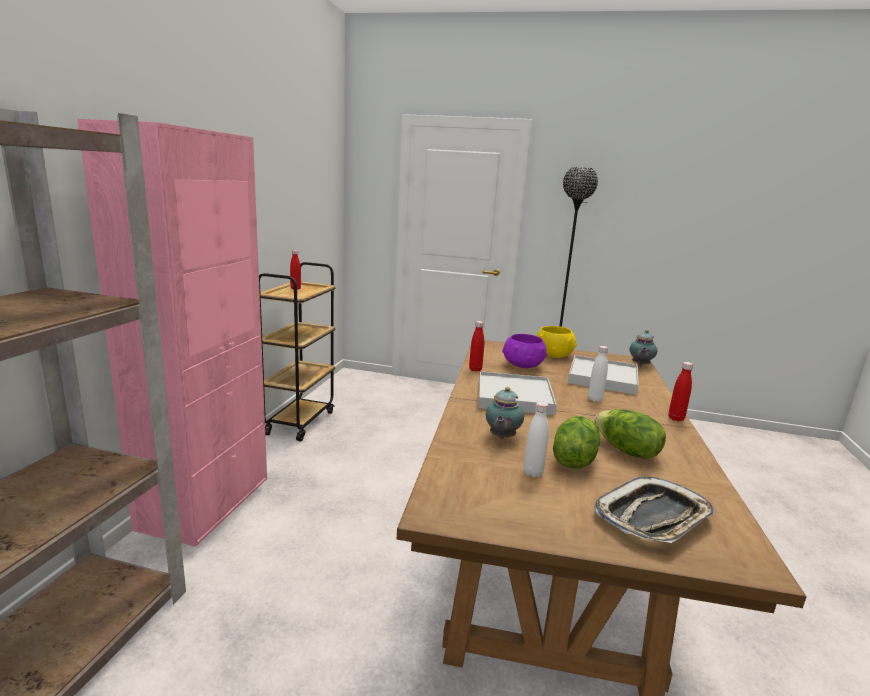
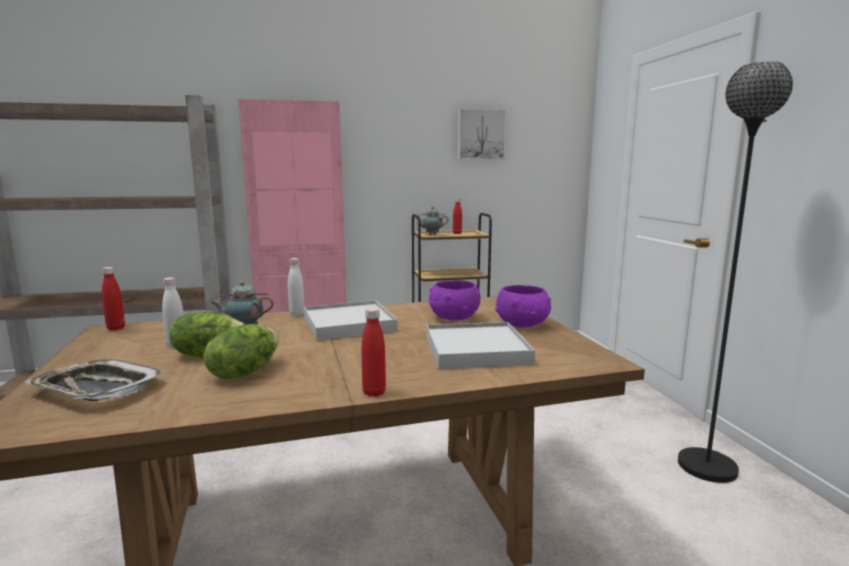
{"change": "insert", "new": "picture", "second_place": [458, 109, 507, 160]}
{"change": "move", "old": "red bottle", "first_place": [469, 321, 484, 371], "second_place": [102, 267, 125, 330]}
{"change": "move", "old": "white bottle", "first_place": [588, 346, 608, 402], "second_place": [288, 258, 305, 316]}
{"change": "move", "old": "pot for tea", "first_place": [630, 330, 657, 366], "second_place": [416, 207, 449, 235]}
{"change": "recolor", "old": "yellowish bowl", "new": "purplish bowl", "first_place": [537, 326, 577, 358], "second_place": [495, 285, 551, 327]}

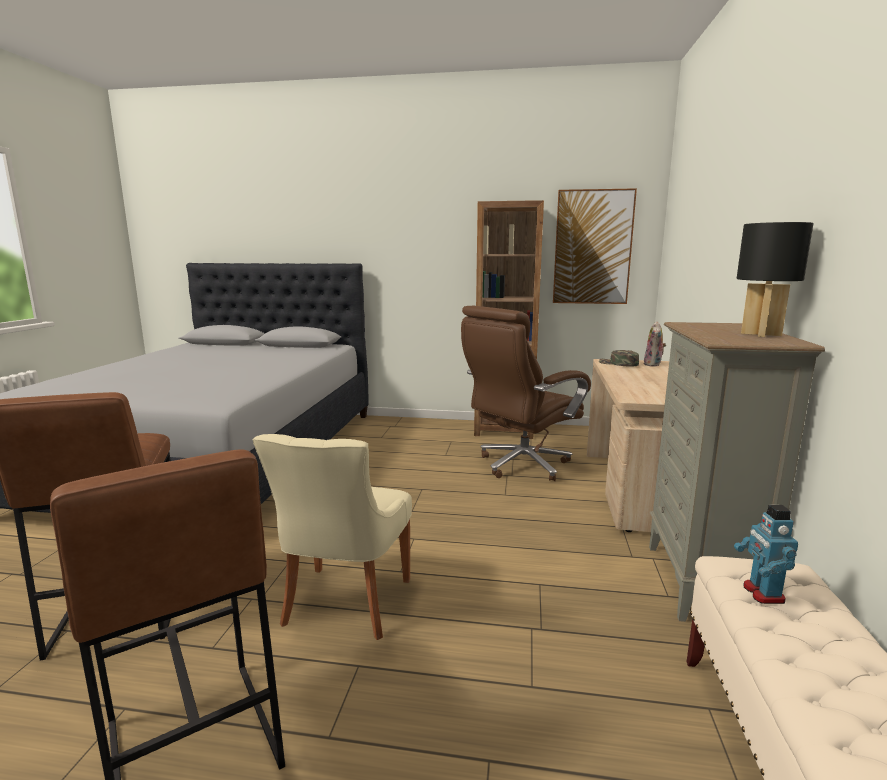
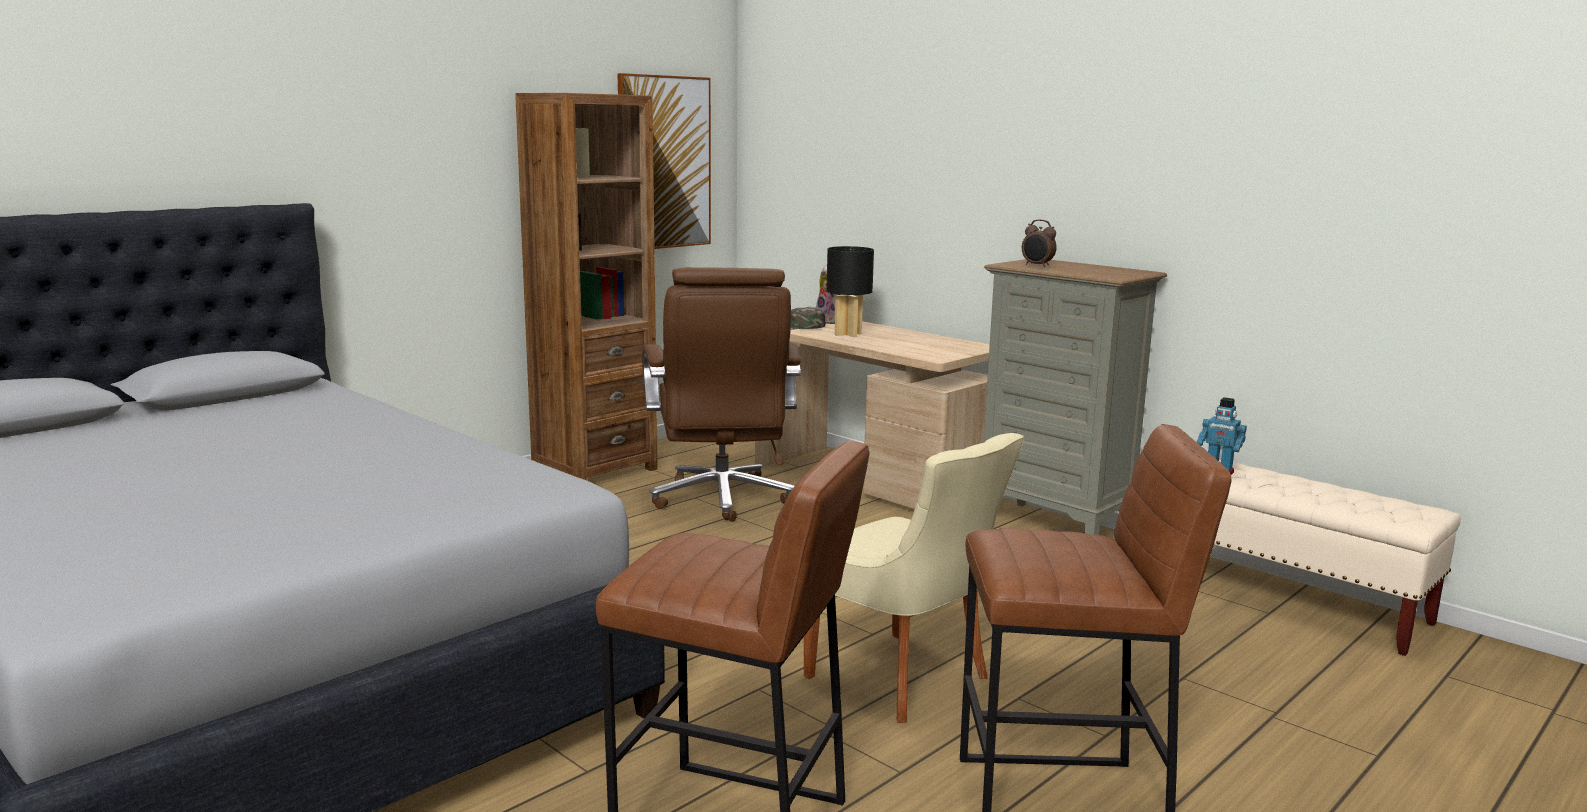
{"change": "insert", "new": "alarm clock", "second_place": [1022, 220, 1057, 267]}
{"change": "move", "old": "black-coloured tabletop lamp", "first_place": [737, 222, 814, 337], "second_place": [826, 246, 874, 337]}

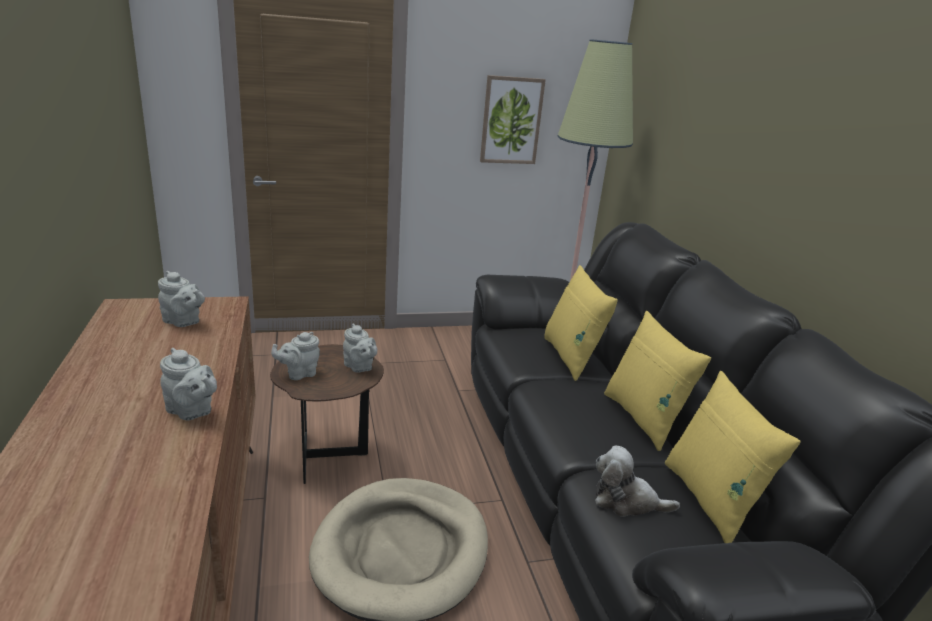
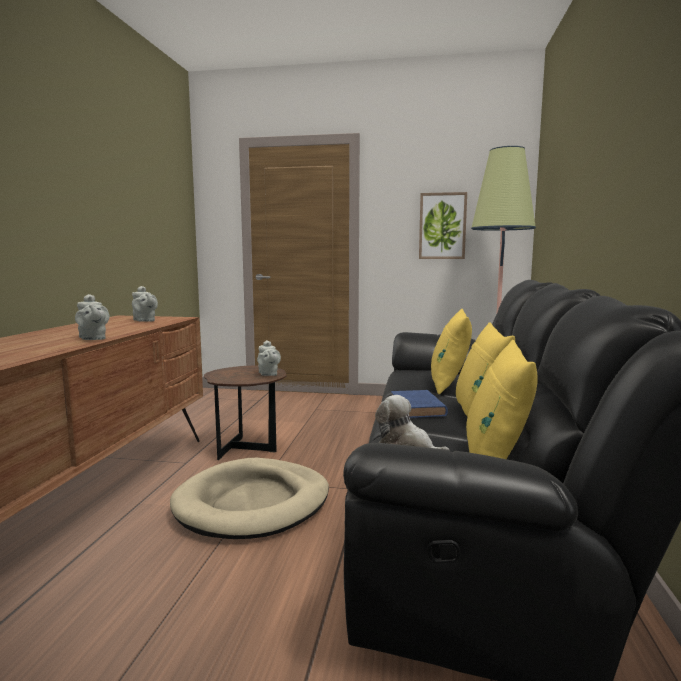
{"change": "delete", "old": "greyish pot for tea", "first_place": [271, 332, 320, 380]}
{"change": "insert", "new": "bluish book", "second_place": [391, 390, 448, 418]}

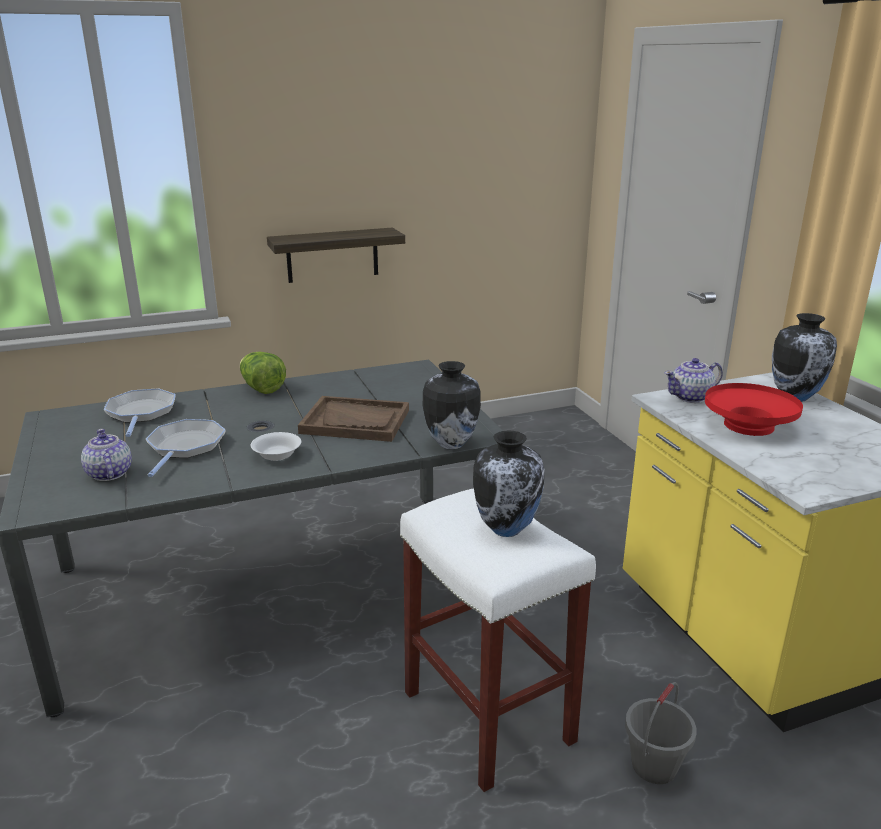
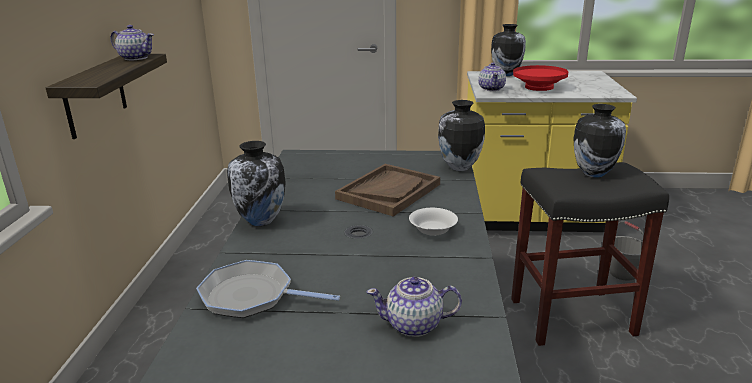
{"change": "delete", "old": "frying pan", "first_place": [146, 419, 225, 477]}
{"change": "insert", "new": "pot for tea", "second_place": [110, 25, 154, 60]}
{"change": "replace", "old": "lettuce", "new": "flower vase", "first_place": [240, 352, 286, 394], "second_place": [227, 141, 286, 226]}
{"change": "recolor", "old": "white sitting stool", "new": "black-coloured sitting stool", "first_place": [400, 488, 596, 792], "second_place": [511, 162, 669, 346]}

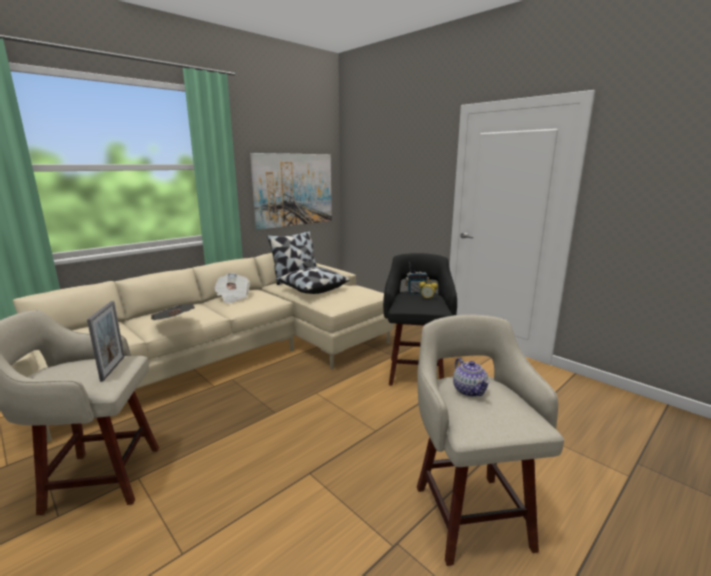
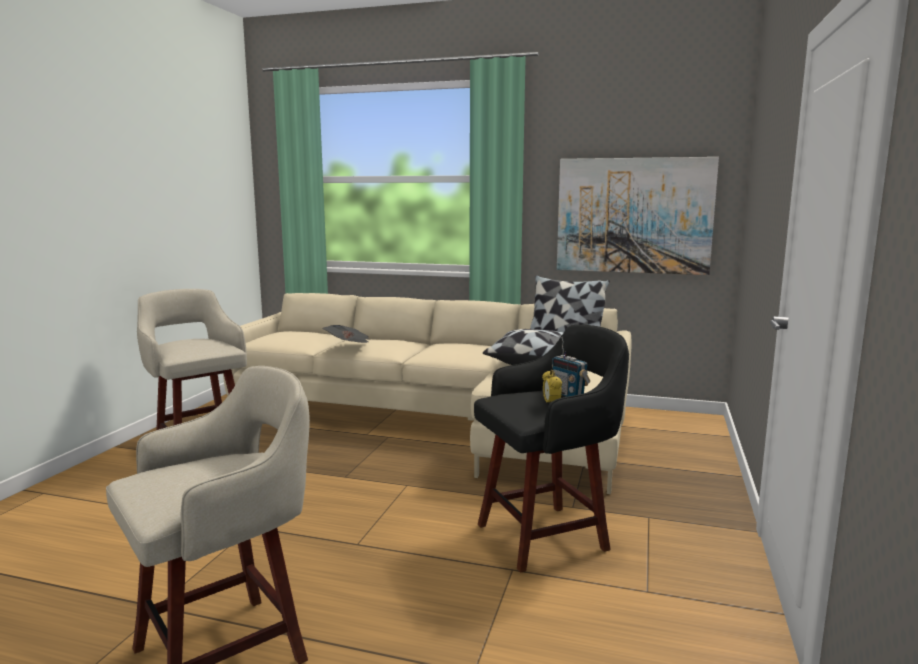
{"change": "delete", "old": "standing frame", "first_place": [87, 301, 125, 382]}
{"change": "delete", "old": "daily paper", "first_place": [214, 273, 250, 304]}
{"change": "delete", "old": "pot for tea", "first_place": [453, 358, 489, 397]}

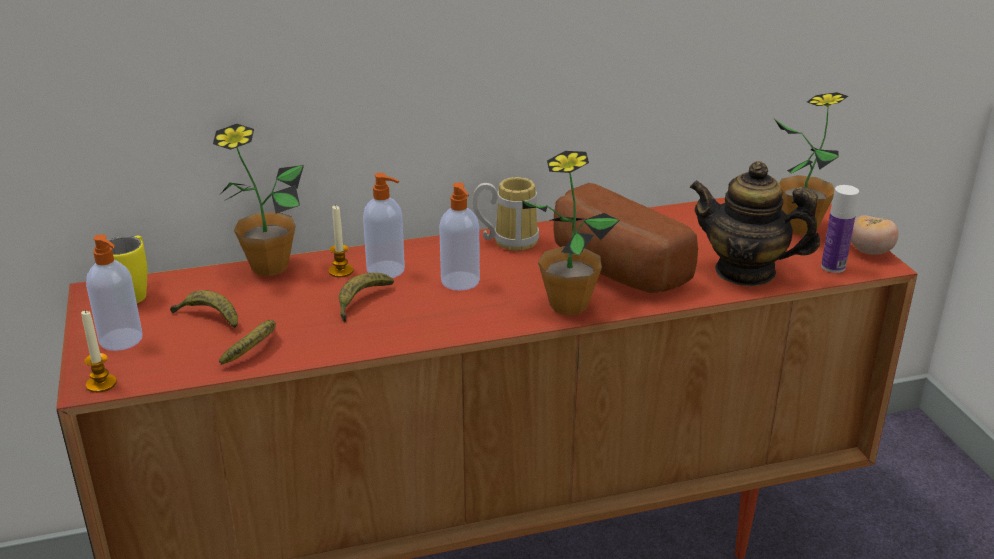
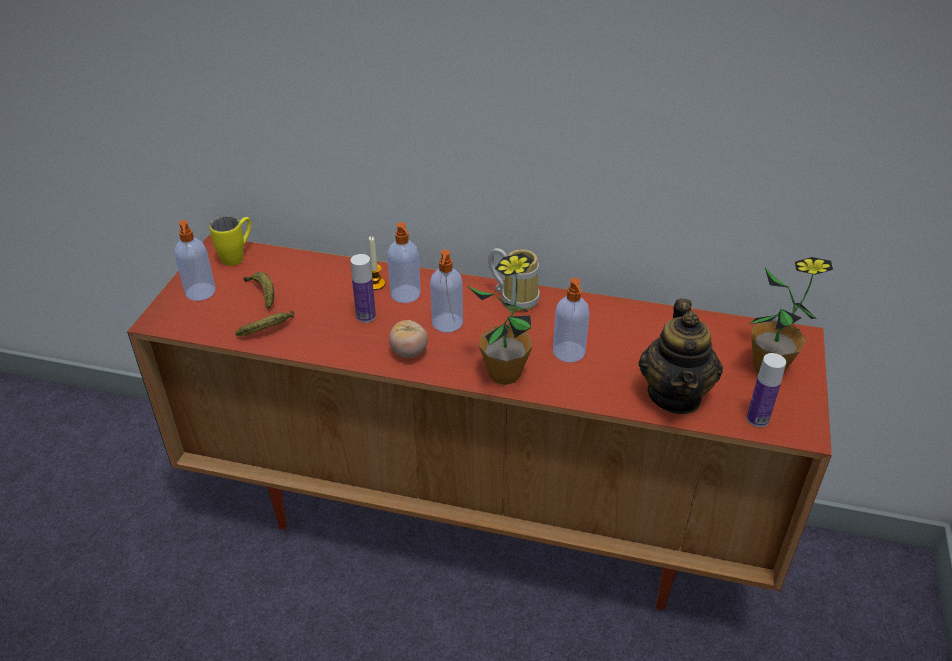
{"change": "delete", "old": "candle", "first_place": [81, 310, 117, 393]}
{"change": "delete", "old": "plant in a pot", "first_place": [213, 124, 304, 276]}
{"change": "move", "old": "fresh tomato", "first_place": [851, 215, 899, 255], "second_place": [389, 320, 428, 358]}
{"change": "replace", "old": "whole banana", "new": "bottle", "first_place": [339, 273, 394, 322], "second_place": [351, 254, 376, 323]}
{"change": "replace", "old": "bread", "new": "soap bottle", "first_place": [553, 183, 698, 293], "second_place": [553, 278, 589, 362]}
{"change": "rotate", "old": "pot for tea", "first_place": [690, 161, 820, 286], "second_place": [638, 299, 723, 414], "degrees": -135}

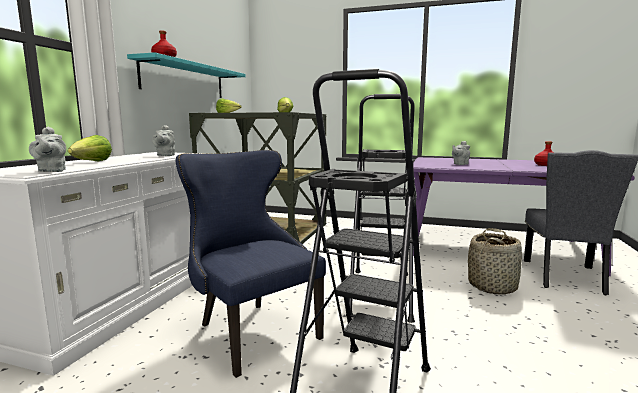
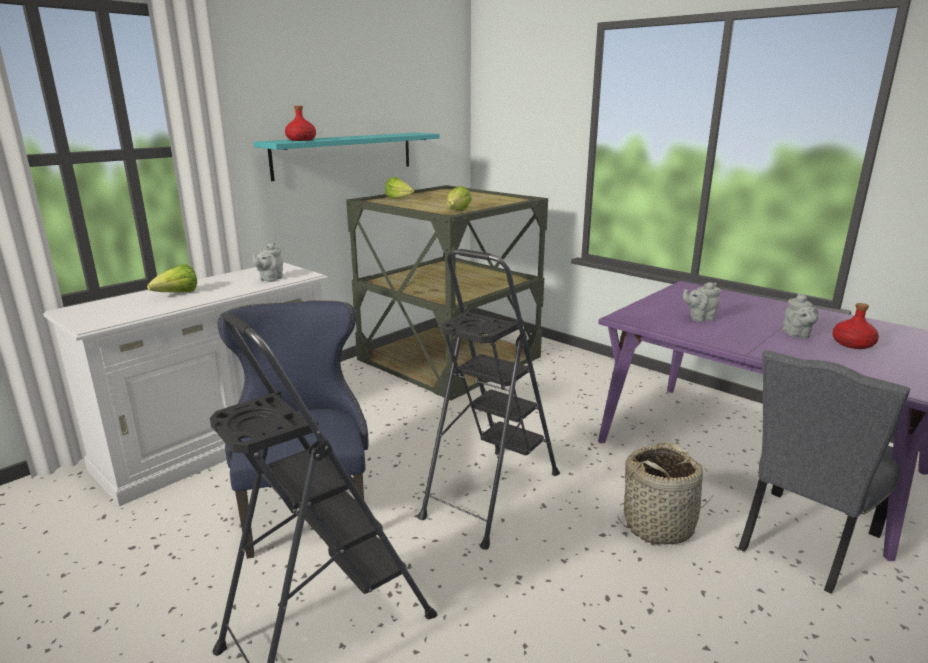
{"change": "move", "old": "greyish pot for tea", "first_place": [29, 127, 66, 172], "second_place": [782, 293, 819, 338]}

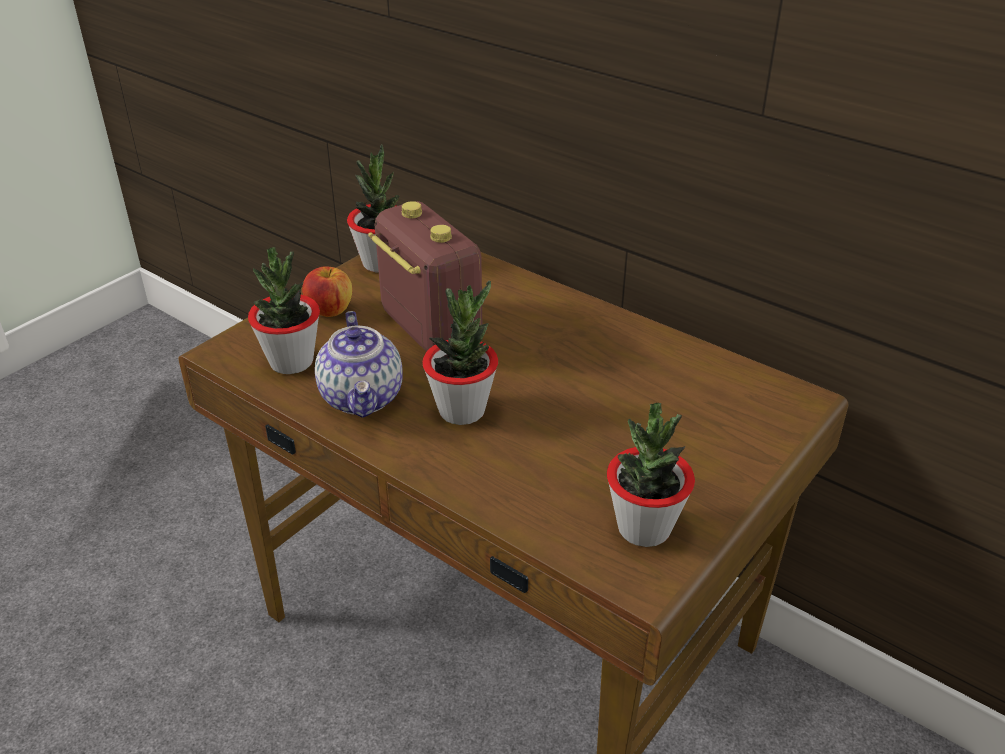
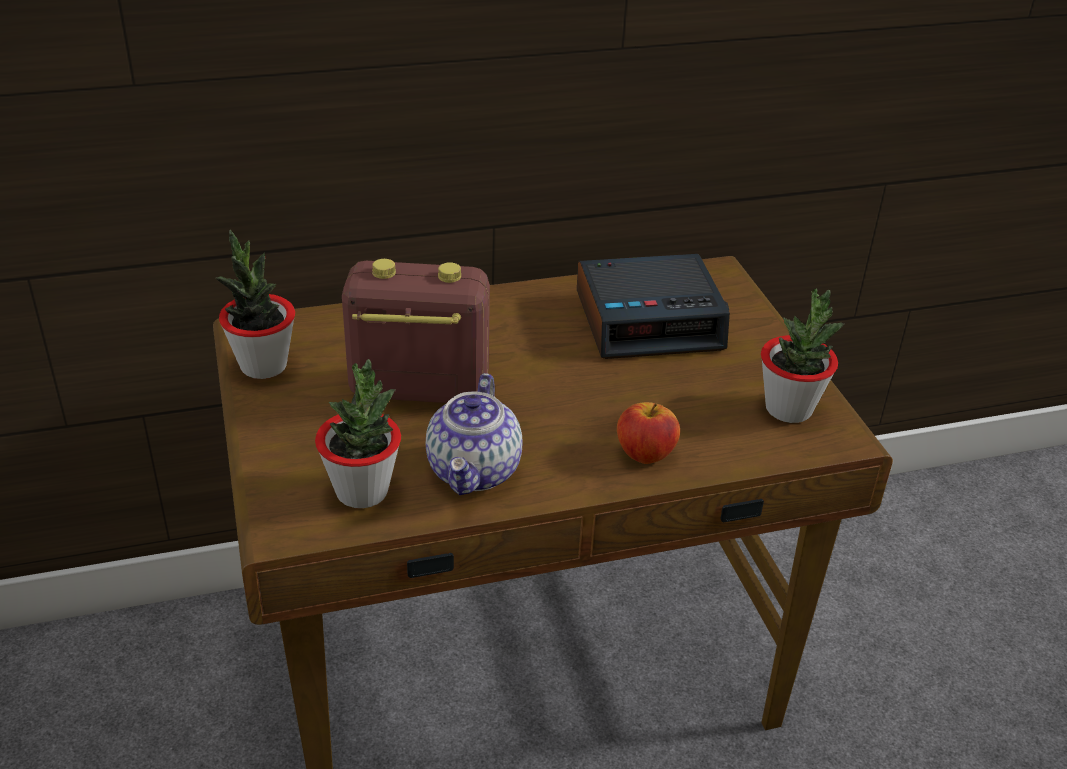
{"change": "delete", "old": "plant in a pot", "first_place": [422, 280, 498, 425]}
{"change": "insert", "new": "alarm clock", "second_place": [577, 254, 730, 359]}
{"change": "move", "old": "whole apple", "first_place": [302, 266, 352, 317], "second_place": [617, 402, 680, 464]}
{"change": "rotate", "old": "pot for tea", "first_place": [315, 311, 403, 418], "second_place": [426, 373, 522, 495], "degrees": 75}

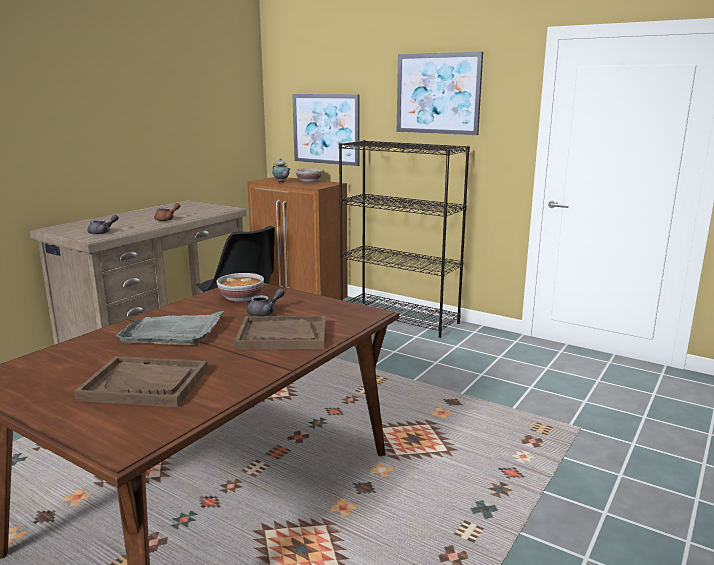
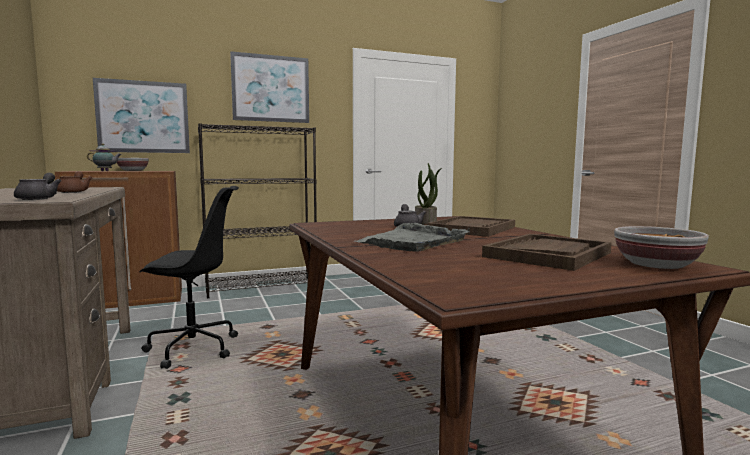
{"change": "insert", "new": "plant in a pot", "second_place": [415, 163, 442, 225]}
{"change": "move", "old": "bowl", "first_place": [217, 273, 264, 302], "second_place": [614, 226, 709, 269]}

